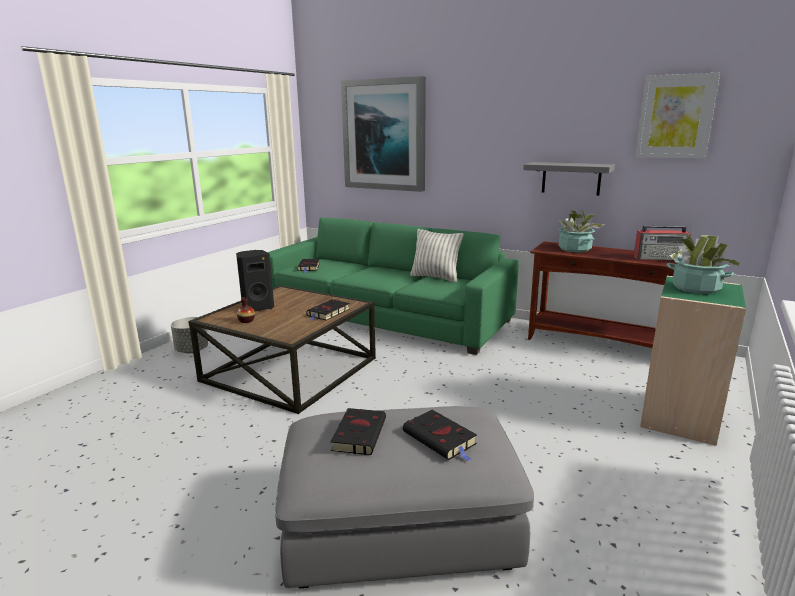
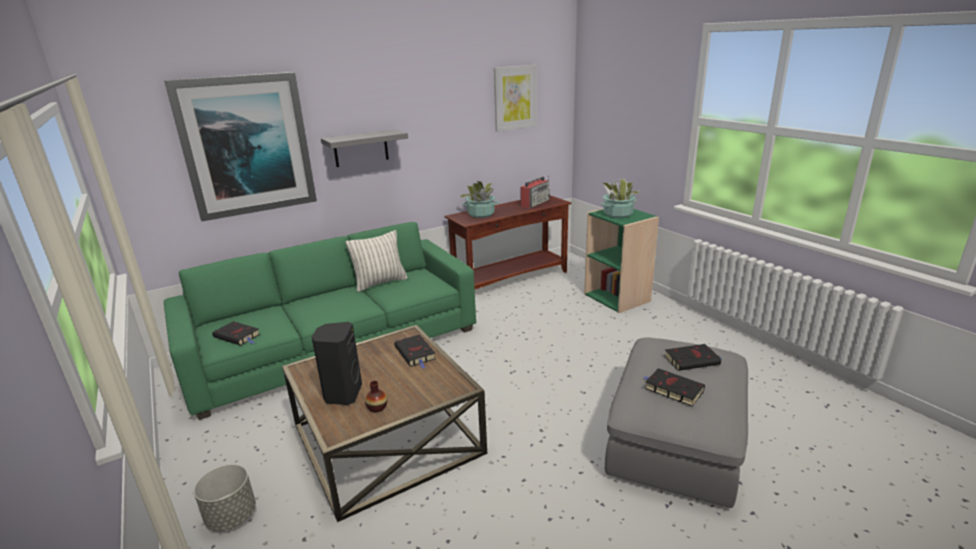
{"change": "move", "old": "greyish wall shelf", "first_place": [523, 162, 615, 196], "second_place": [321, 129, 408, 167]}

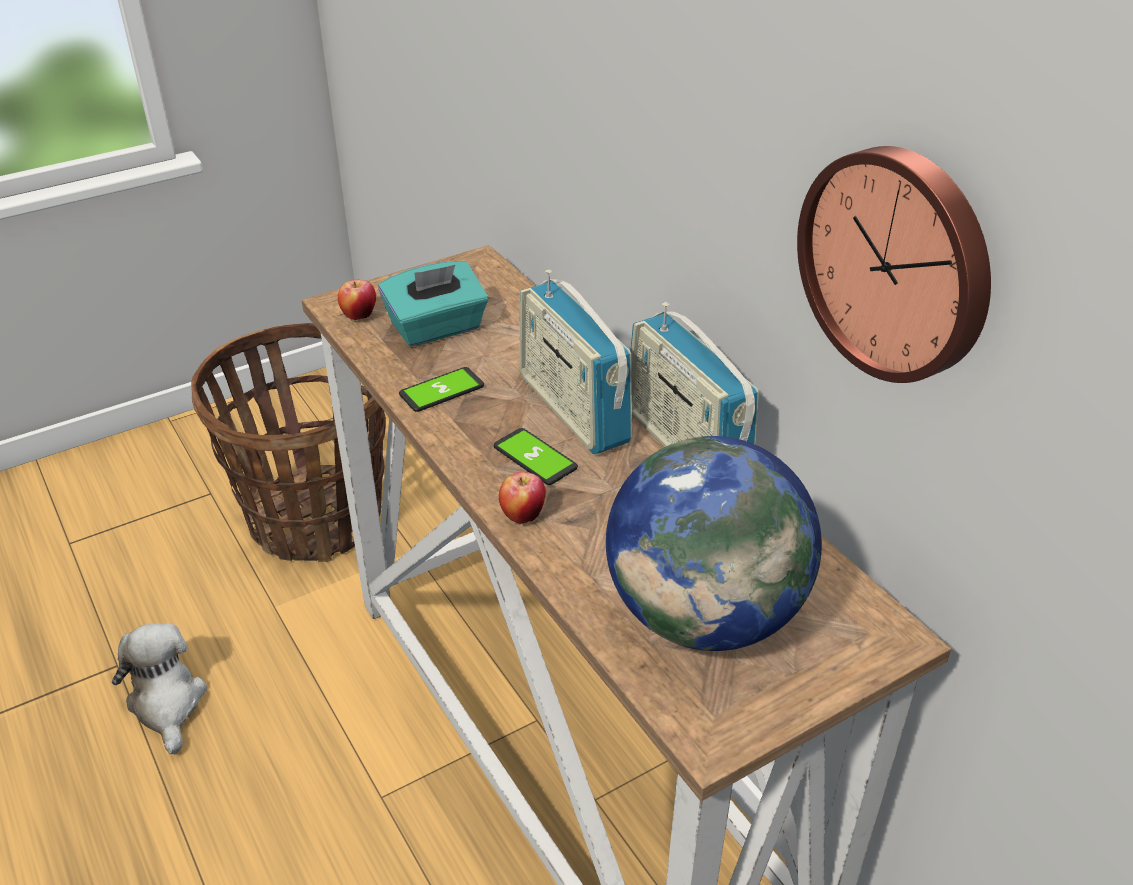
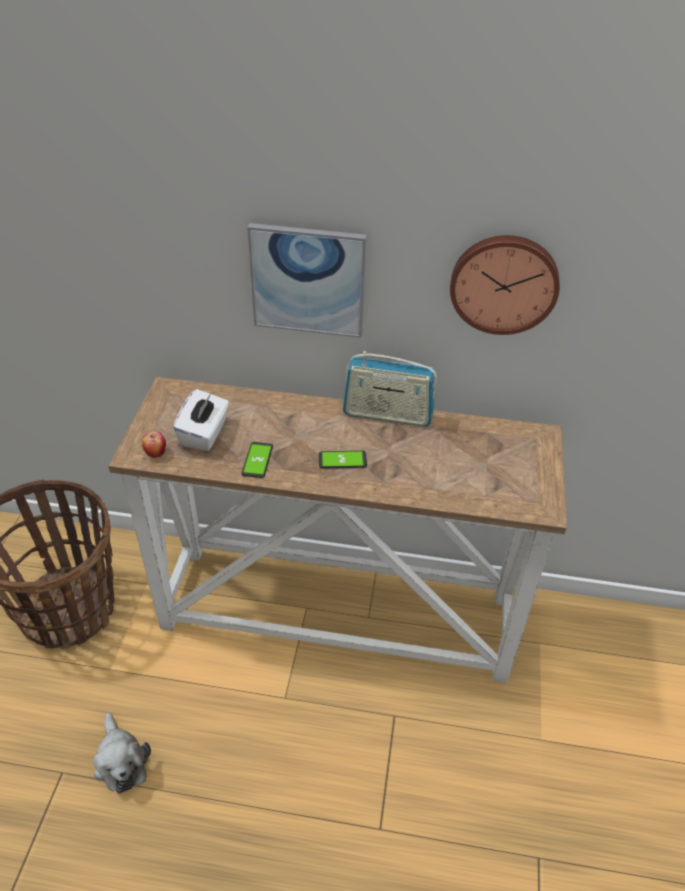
{"change": "delete", "old": "whole apple", "first_place": [499, 472, 546, 524]}
{"change": "delete", "old": "radio", "first_place": [519, 269, 632, 454]}
{"change": "delete", "old": "world globe", "first_place": [606, 436, 822, 651]}
{"change": "insert", "new": "picture", "second_place": [247, 223, 367, 338]}
{"change": "recolor", "old": "blue-green tissue holder", "new": "white tissue holder", "first_place": [378, 261, 488, 347], "second_place": [173, 389, 229, 451]}
{"change": "rotate", "old": "cuddly toy", "first_place": [112, 623, 207, 755], "second_place": [93, 712, 151, 794], "degrees": -135}

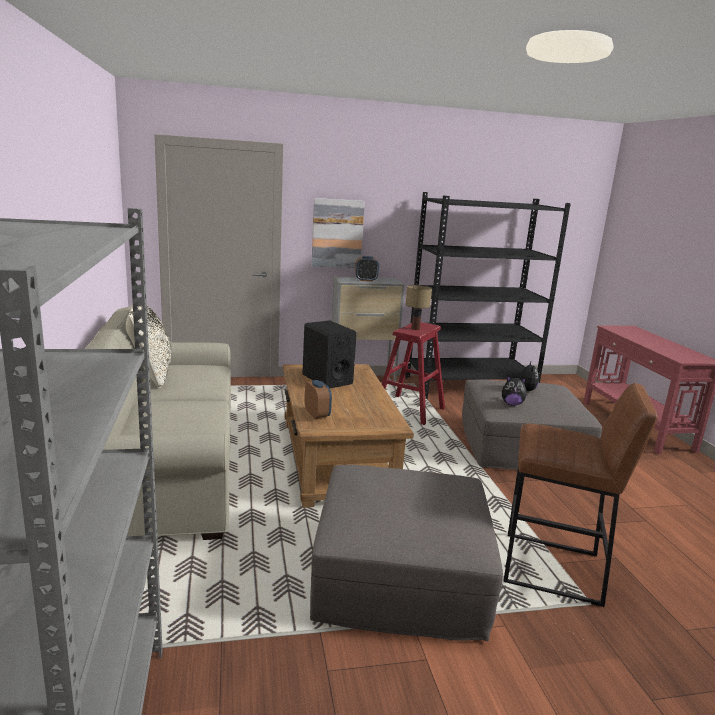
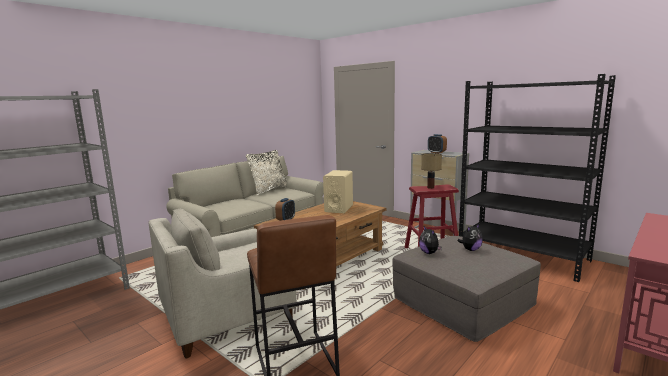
{"change": "delete", "old": "picture", "first_place": [311, 198, 365, 268]}
{"change": "replace", "old": "greyish pouffe", "new": "beige-coloured armchair", "first_place": [310, 465, 503, 641], "second_place": [149, 209, 297, 359]}
{"change": "recolor", "old": "black-coloured audio speaker", "new": "beige-coloured audio speaker", "first_place": [302, 320, 357, 388], "second_place": [323, 170, 353, 213]}

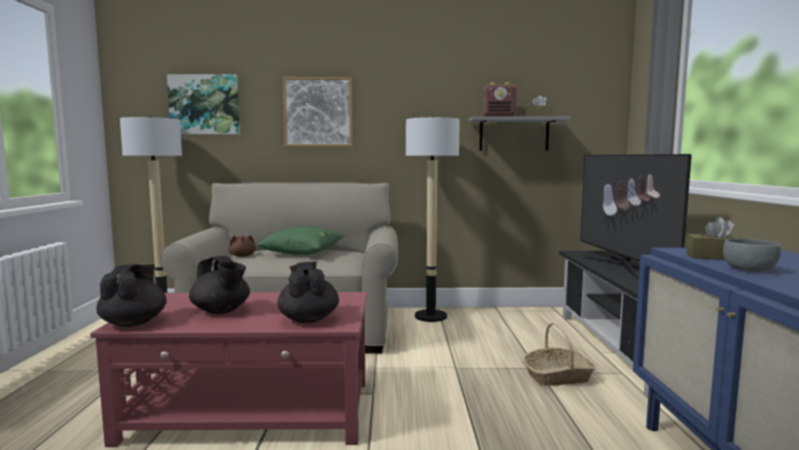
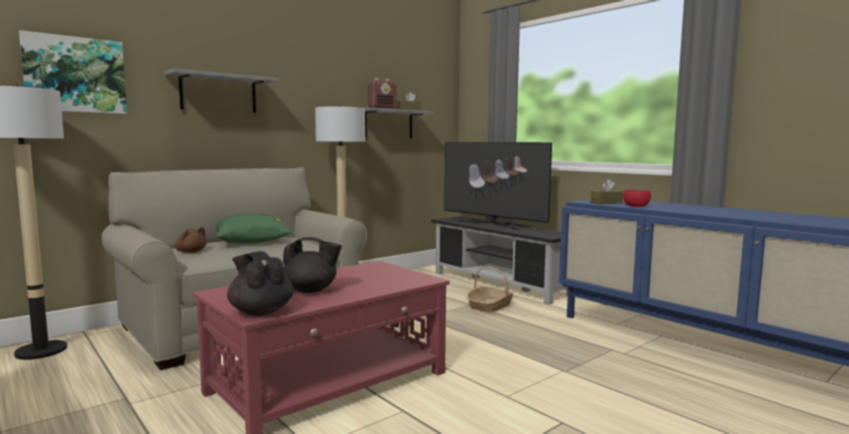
{"change": "delete", "old": "black-coloured pot for tea", "first_place": [277, 261, 339, 323]}
{"change": "replace", "old": "picture", "new": "greyish wall shelf", "first_place": [283, 77, 353, 147], "second_place": [164, 68, 278, 113]}
{"change": "recolor", "old": "greyish bowl", "new": "red bowl", "first_place": [723, 238, 781, 272], "second_place": [623, 190, 651, 207]}

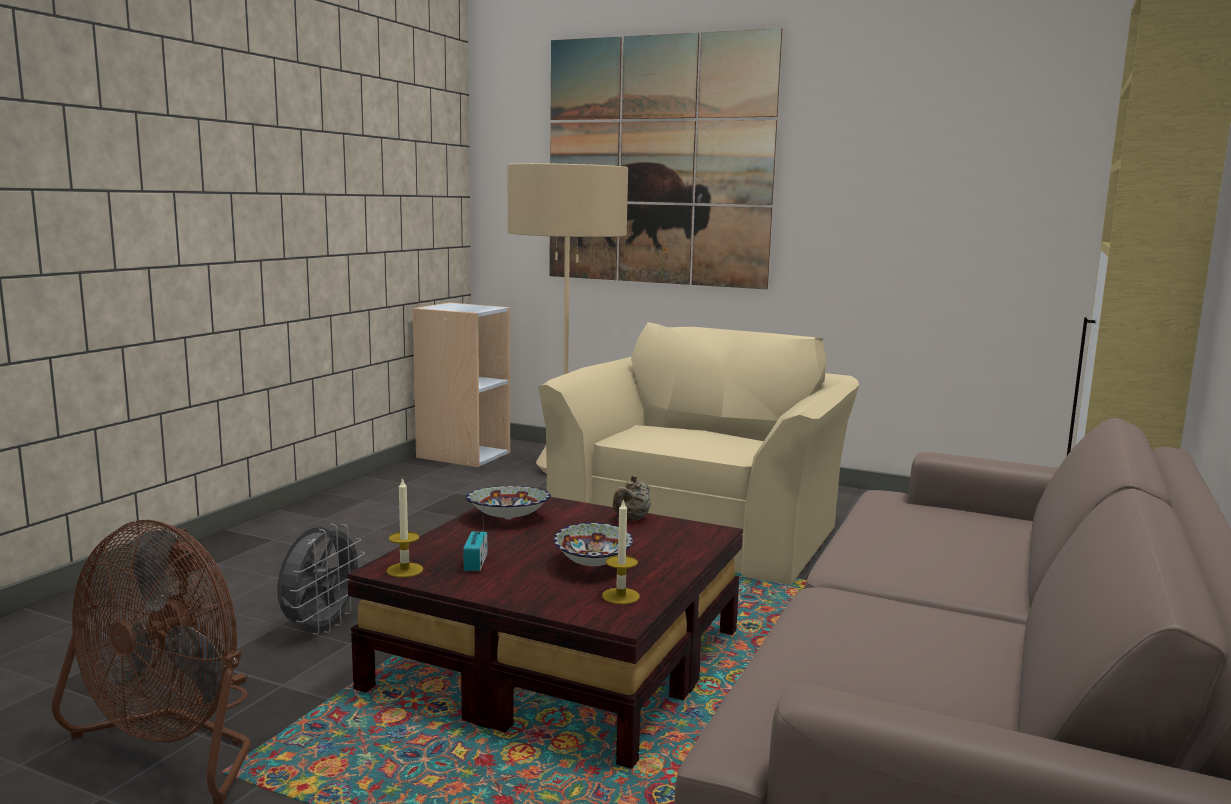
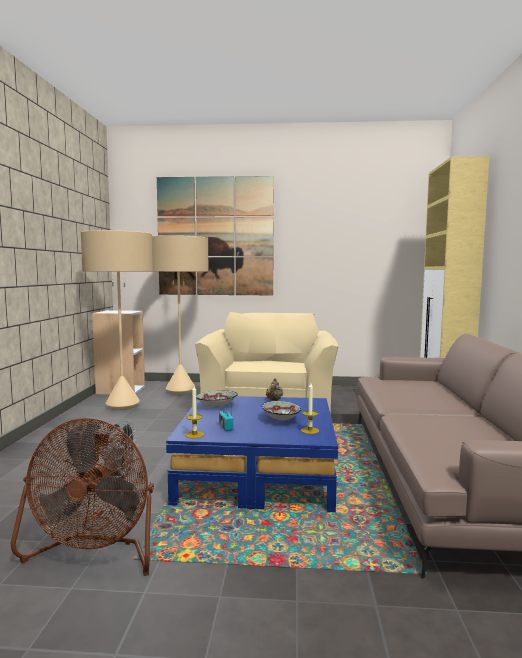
{"change": "insert", "new": "beige-coloured standing lamp", "second_place": [81, 230, 153, 410]}
{"change": "recolor", "old": "brown-coloured coffee table", "new": "bluish coffee table", "first_place": [347, 497, 743, 769], "second_place": [166, 396, 338, 512]}

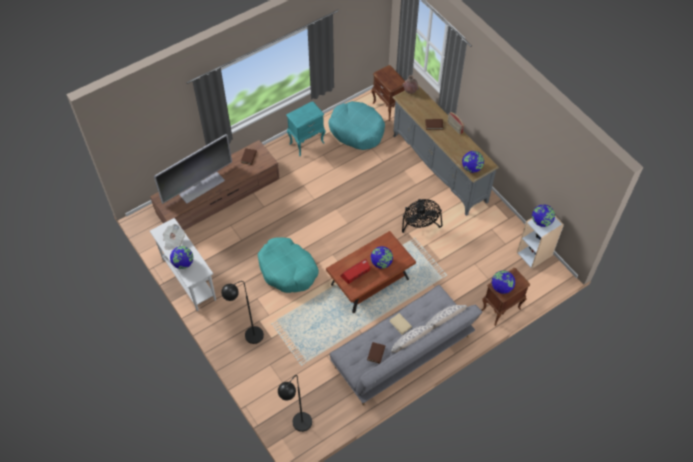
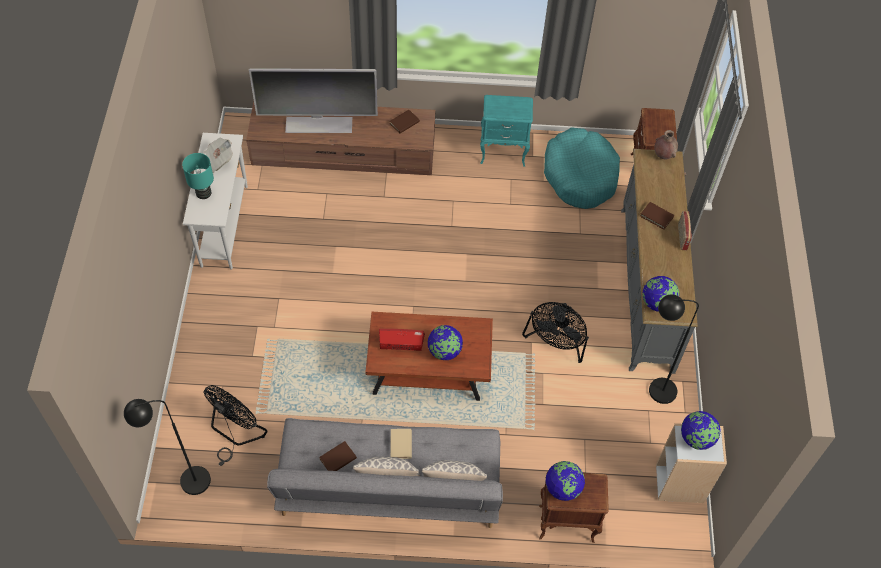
{"change": "delete", "old": "blue-green dog bed", "first_place": [258, 237, 319, 293]}
{"change": "insert", "new": "black-coloured electric fan", "second_place": [203, 385, 267, 466]}
{"change": "move", "old": "black-coloured standing lamp", "first_place": [221, 281, 264, 344], "second_place": [649, 294, 699, 404]}
{"change": "replace", "old": "world globe", "new": "blue-green tabletop lamp", "first_place": [170, 246, 193, 269], "second_place": [182, 153, 214, 199]}

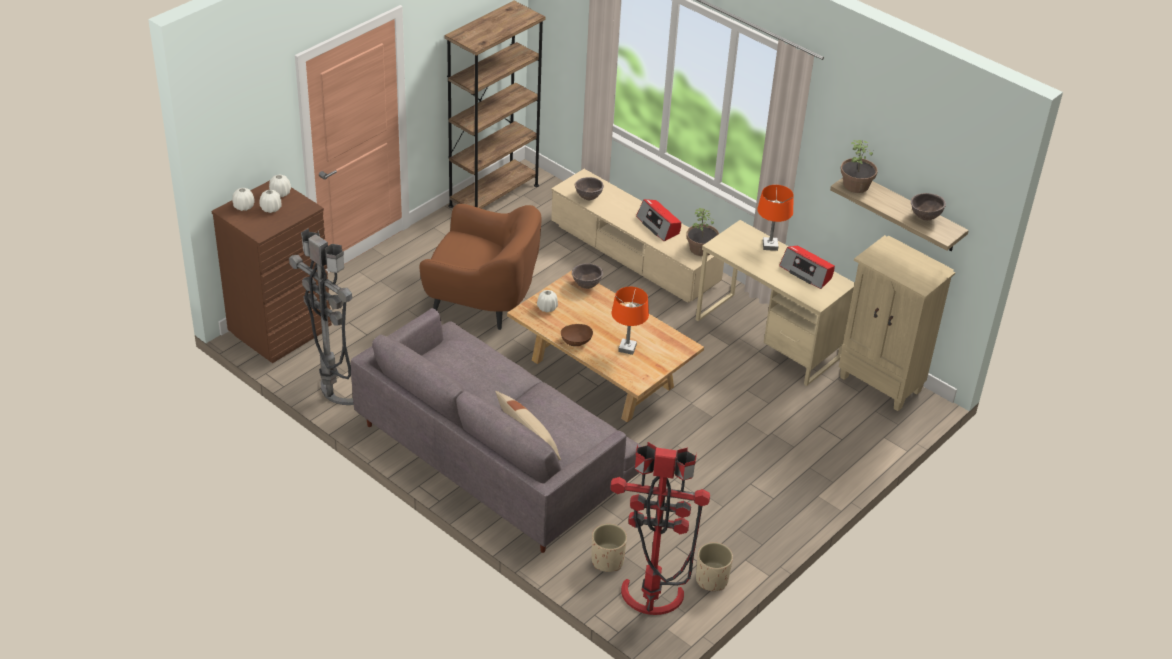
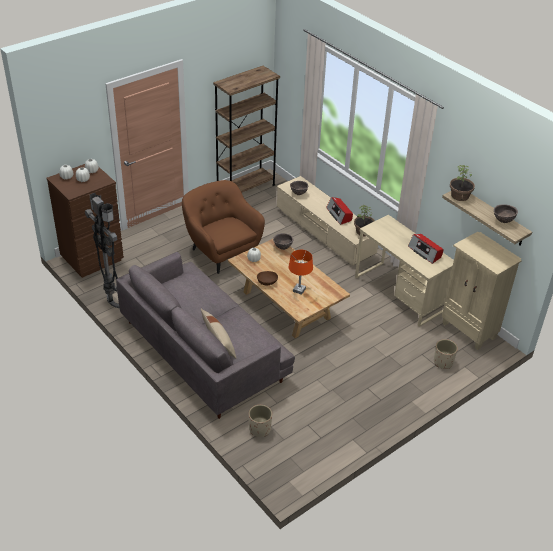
{"change": "delete", "old": "red standing lamp", "first_place": [611, 442, 710, 615]}
{"change": "delete", "old": "orange-coloured tabletop lamp", "first_place": [757, 185, 794, 251]}
{"change": "move", "old": "beige-coloured flower pot", "first_place": [696, 542, 733, 591], "second_place": [434, 339, 458, 369]}
{"change": "rotate", "old": "brown-coloured armchair", "first_place": [420, 204, 541, 330], "second_place": [182, 180, 265, 274], "degrees": -150}

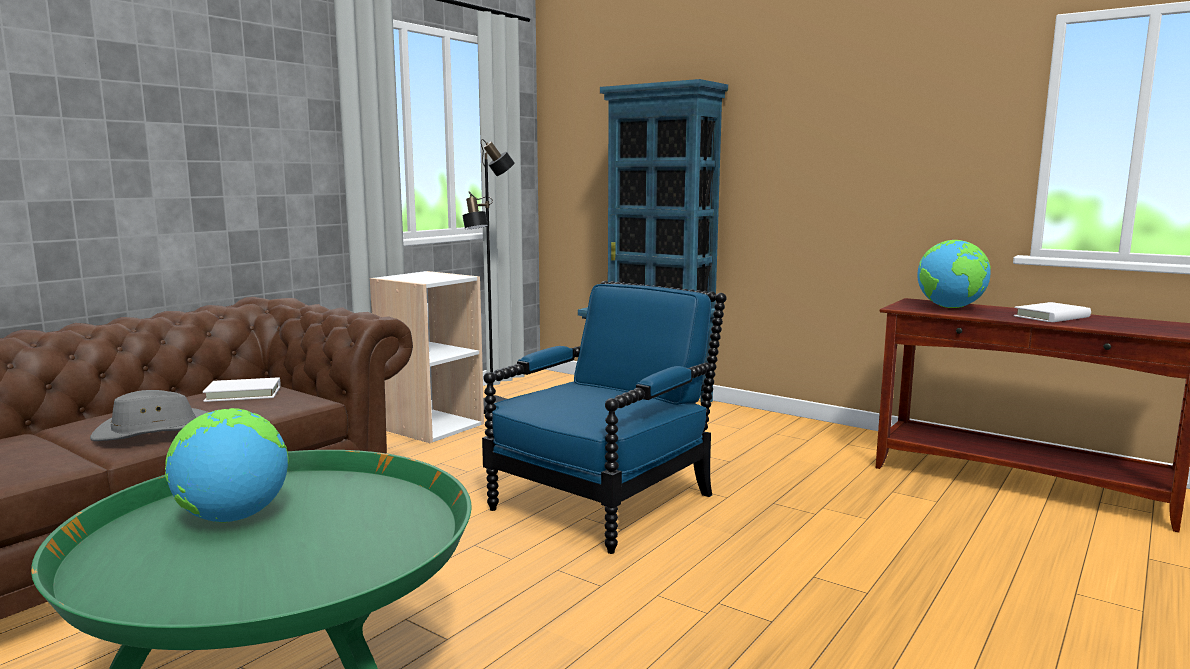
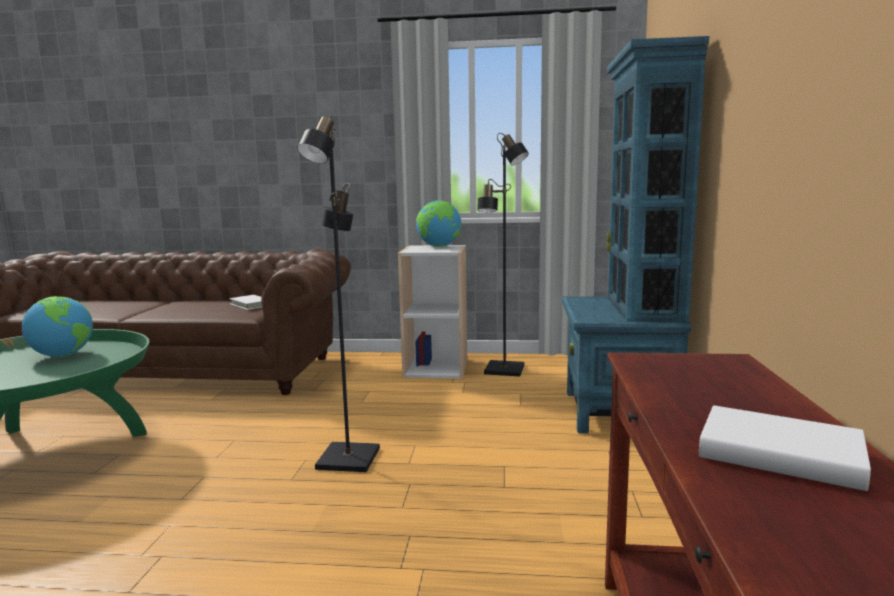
{"change": "delete", "old": "greyish wearable hat", "first_place": [90, 390, 208, 441]}
{"change": "move", "old": "world globe", "first_place": [917, 240, 991, 308], "second_place": [416, 200, 461, 247]}
{"change": "replace", "old": "bluish armchair", "new": "black-coloured standing lamp", "first_place": [482, 281, 727, 554], "second_place": [297, 115, 380, 472]}

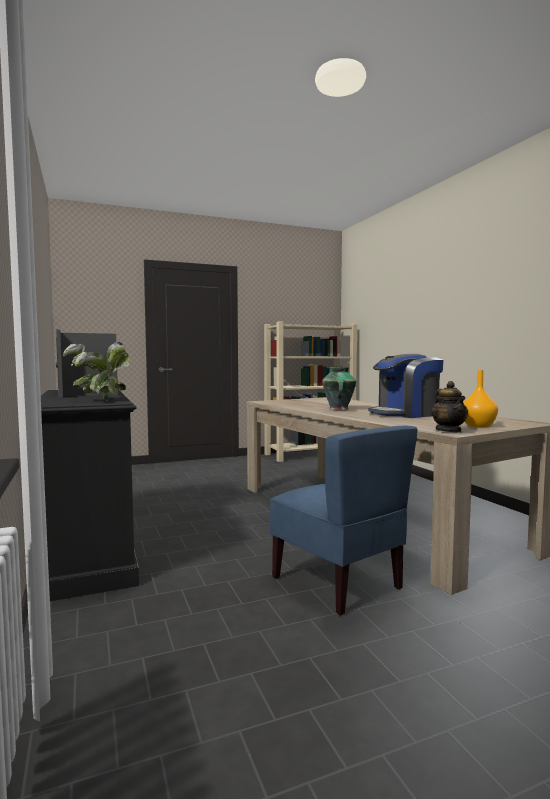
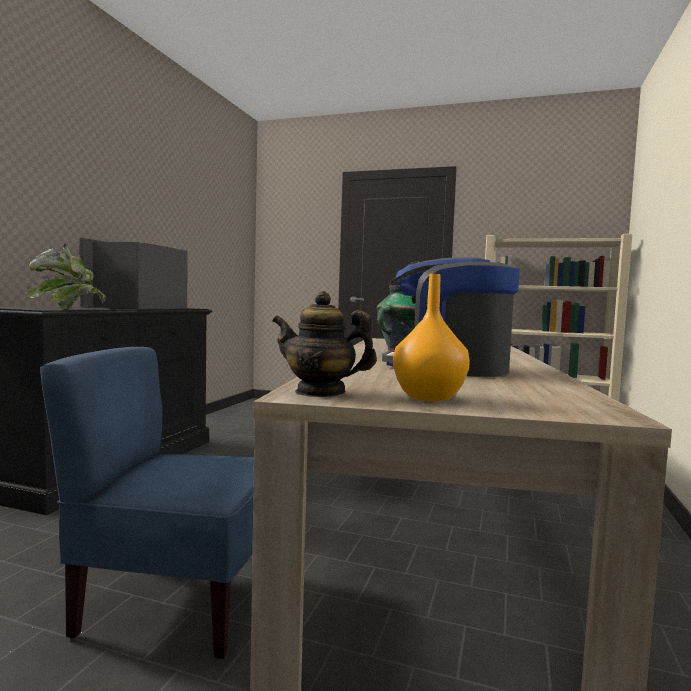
{"change": "rotate", "old": "bluish plain chair", "first_place": [270, 426, 418, 615], "second_place": [40, 347, 254, 659], "degrees": 90}
{"change": "rotate", "old": "pot for tea", "first_place": [431, 381, 468, 432], "second_place": [272, 291, 377, 397], "degrees": 75}

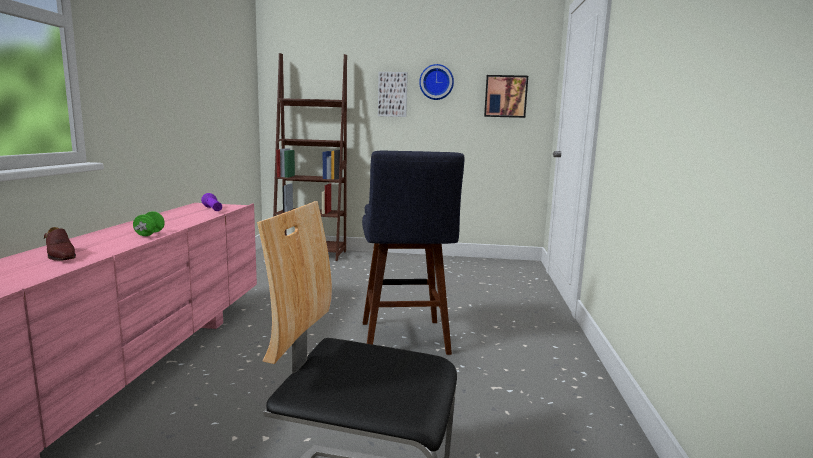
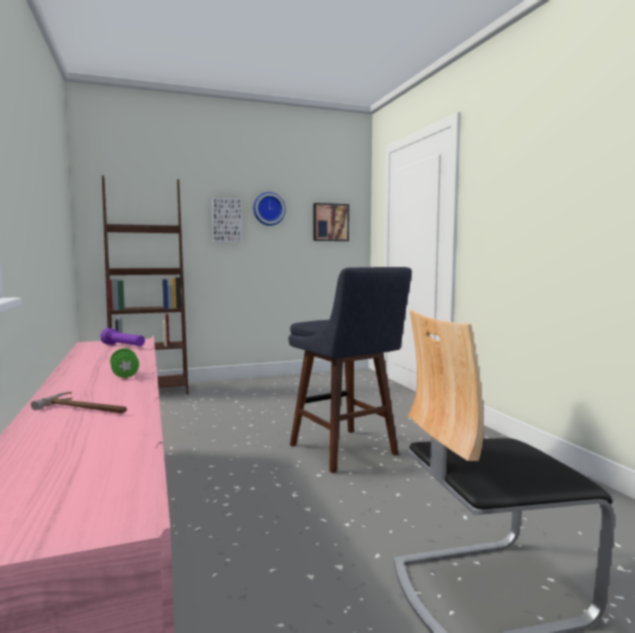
{"change": "replace", "old": "brown-coloured shoe", "new": "hammer", "first_place": [44, 227, 76, 261], "second_place": [31, 391, 127, 413]}

